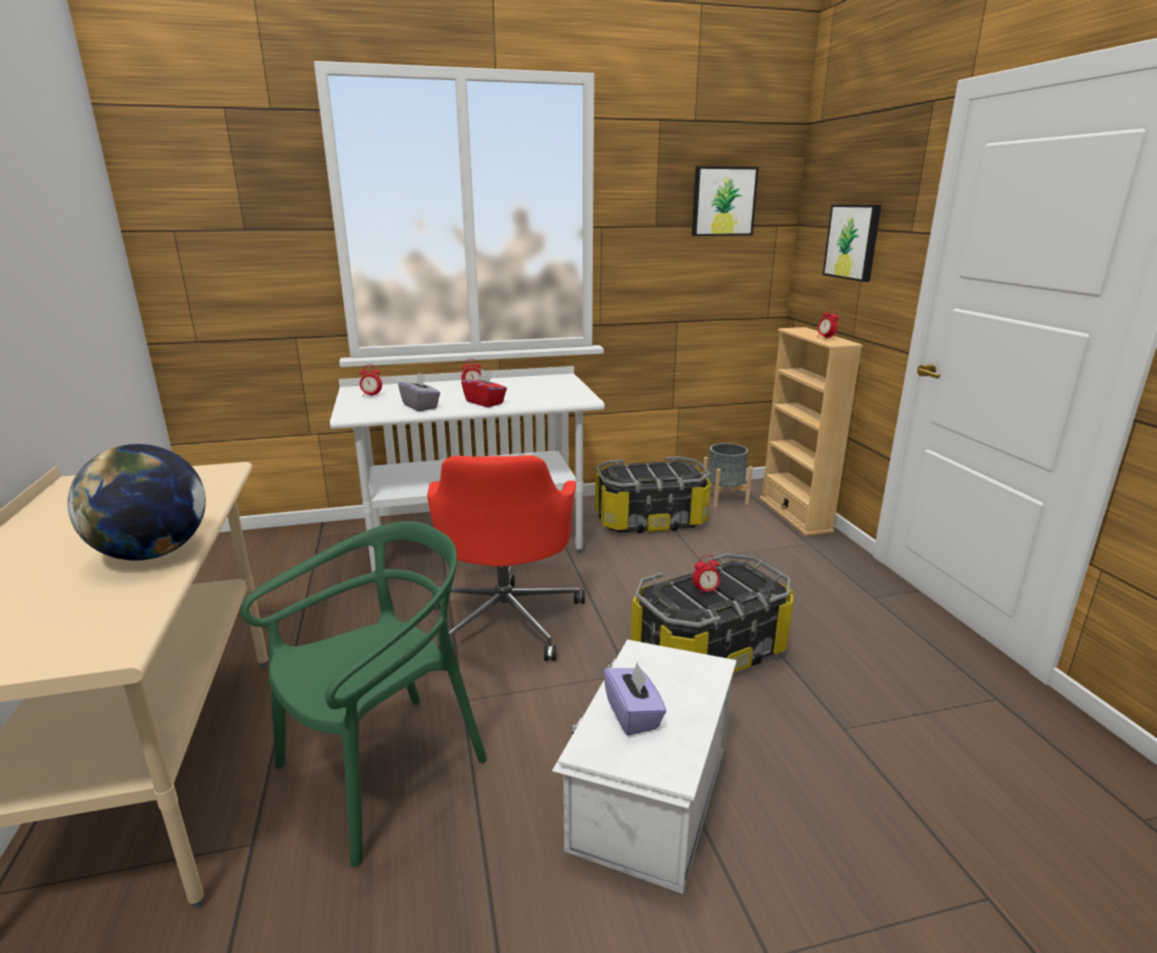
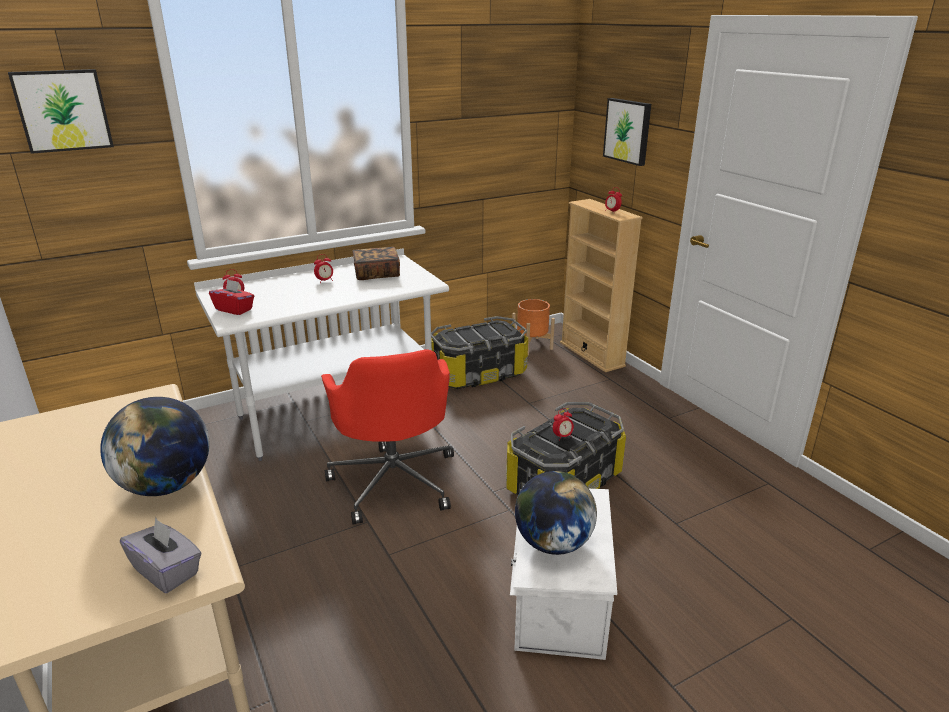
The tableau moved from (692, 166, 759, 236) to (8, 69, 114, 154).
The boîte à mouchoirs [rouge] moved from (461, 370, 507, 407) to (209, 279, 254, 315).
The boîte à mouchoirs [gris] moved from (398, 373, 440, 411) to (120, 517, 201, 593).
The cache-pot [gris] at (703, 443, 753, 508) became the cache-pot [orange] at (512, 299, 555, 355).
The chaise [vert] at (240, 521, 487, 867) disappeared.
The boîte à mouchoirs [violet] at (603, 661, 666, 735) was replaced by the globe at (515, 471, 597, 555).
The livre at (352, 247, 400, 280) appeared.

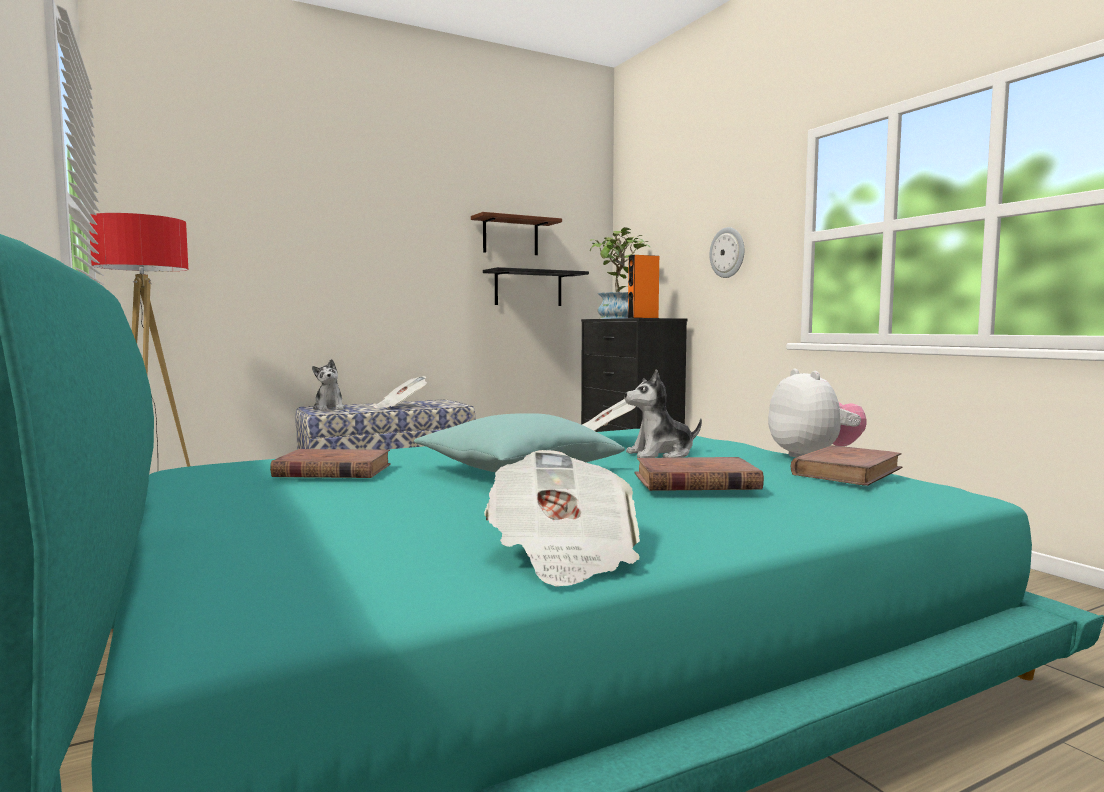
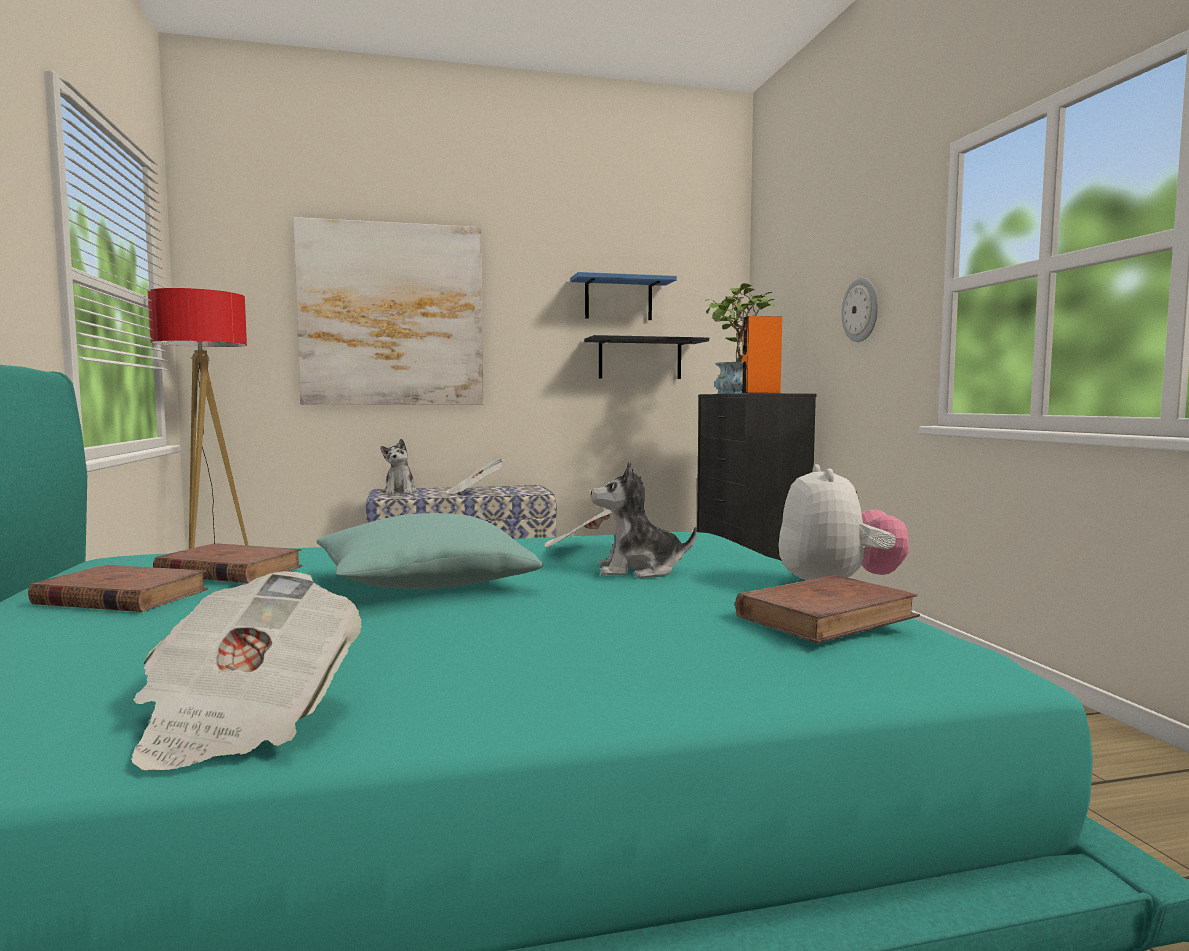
The étagère [marron] at (471, 212, 562, 255) became the étagère [bleu] at (571, 272, 677, 320).
The livre [marron] moved from (634, 457, 764, 491) to (28, 565, 208, 612).
The tableau at (293, 217, 484, 405) appeared.

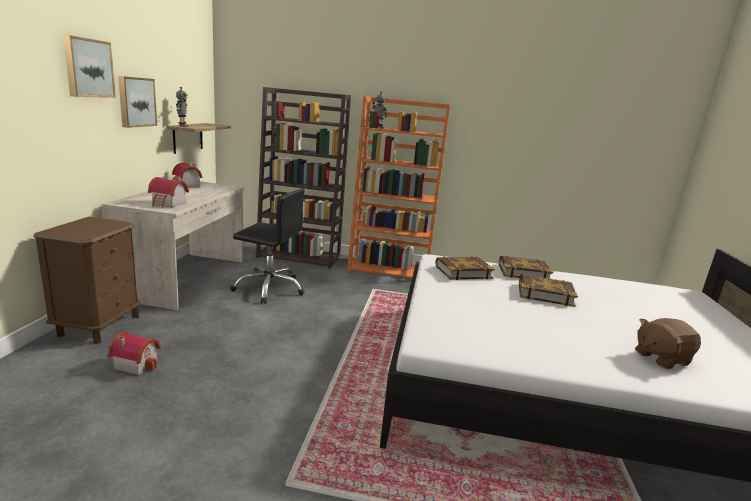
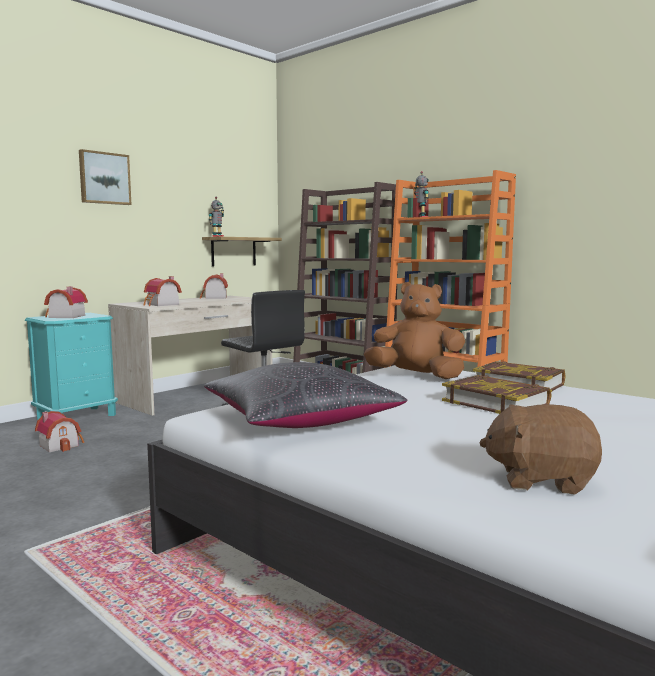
The tableau at (118, 76, 157, 128) disappeared.
The table de chevet [marron] at (33, 216, 141, 344) became the table de chevet [turquoise] at (25, 313, 118, 420).
The livre at (435, 256, 495, 280) was replaced by the peluche [marron] at (364, 282, 465, 379).
The maison miniature at (44, 286, 88, 318) appeared.
The coussin [noir] at (204, 362, 407, 428) appeared.

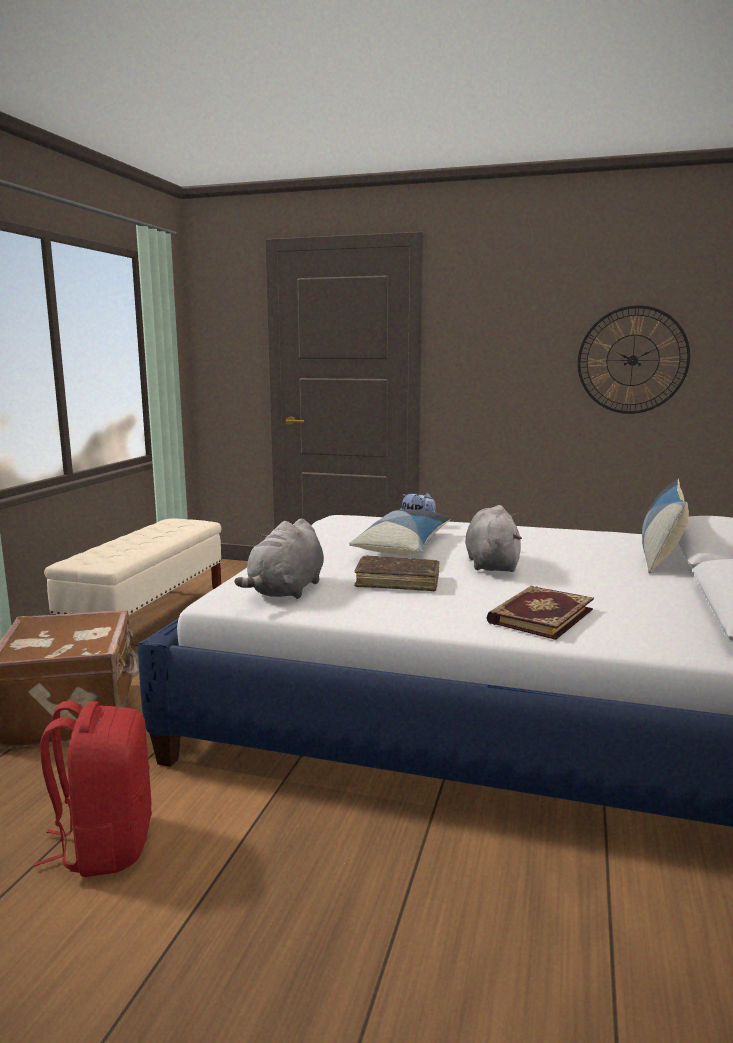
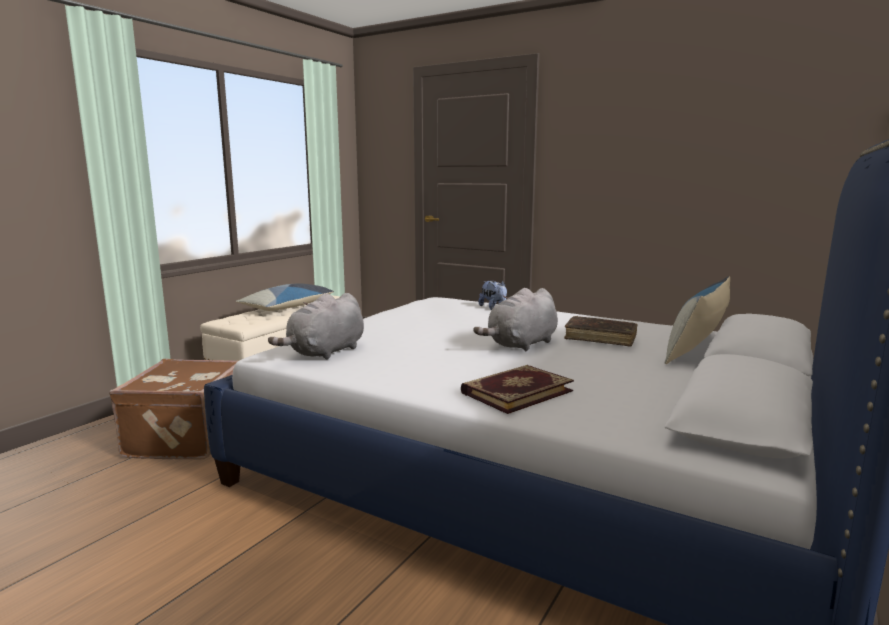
The horloge murale at (578, 305, 690, 414) disappeared.
The peluche [gris] at (465, 505, 522, 572) turned 150 degrees counterclockwise.
The coussin moved from (349, 509, 451, 556) to (236, 283, 334, 311).
The livre [marron] moved from (354, 555, 440, 591) to (564, 316, 638, 347).
The sac à dos [rouge] at (34, 700, 152, 877) disappeared.

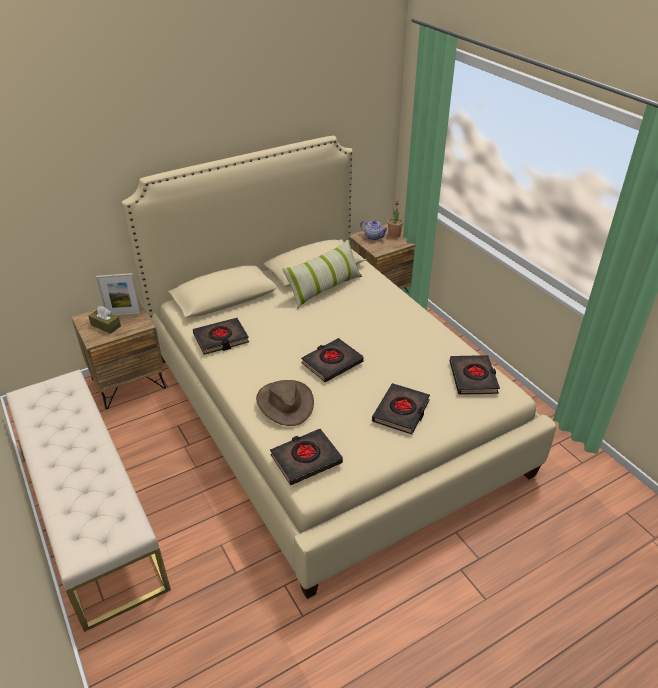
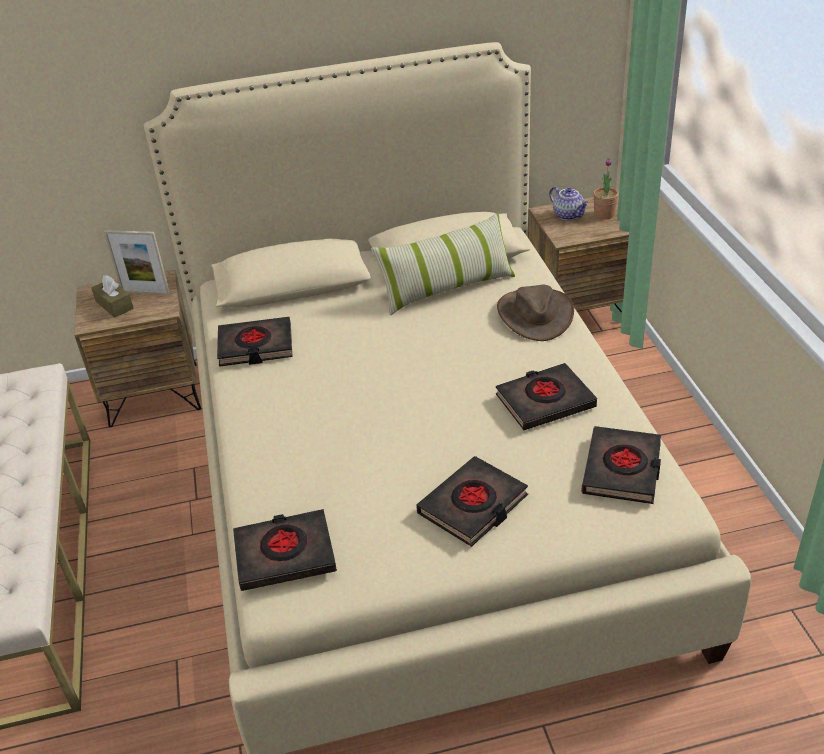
The livre [noir] moved from (301, 338, 364, 382) to (496, 363, 597, 430).
The chapeau [marron] moved from (256, 380, 314, 426) to (497, 285, 574, 341).

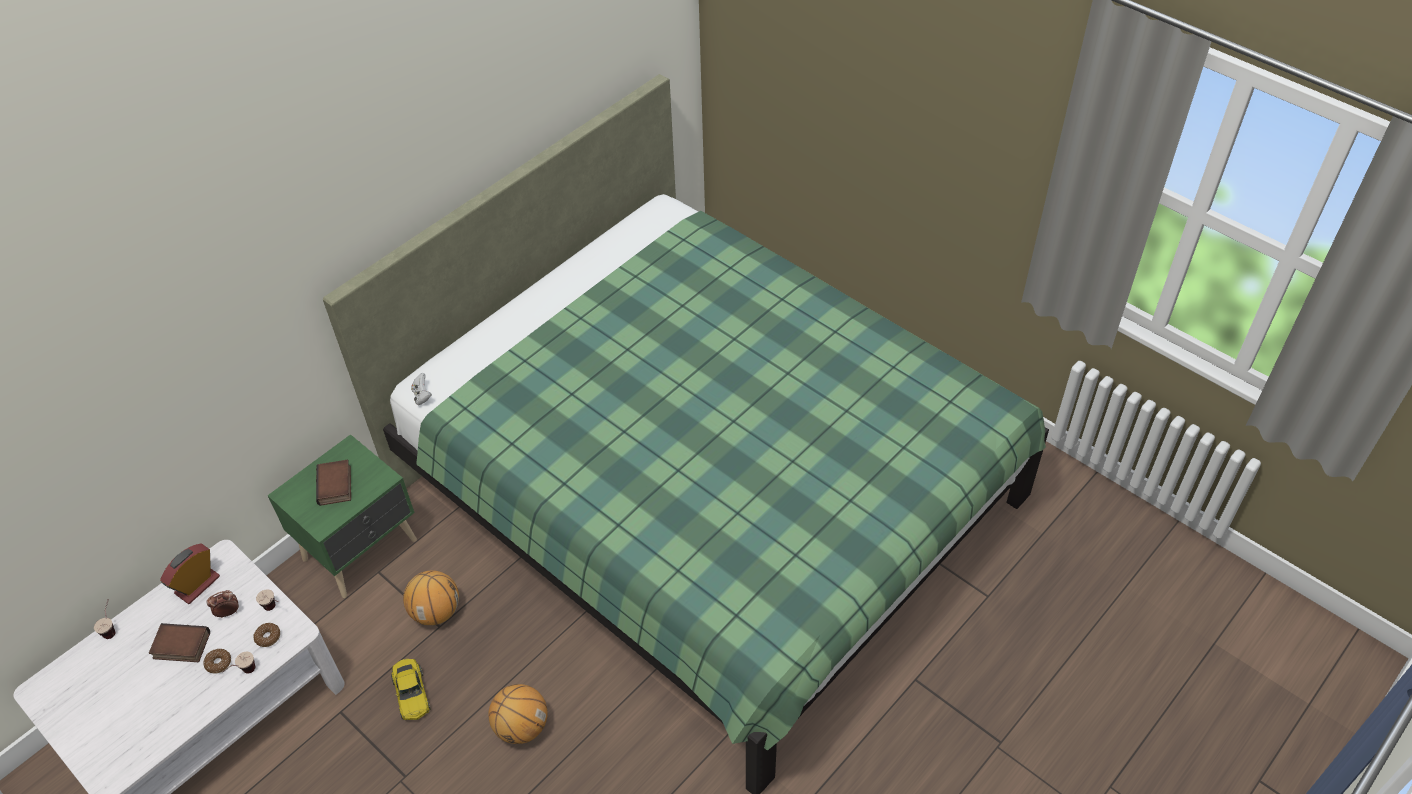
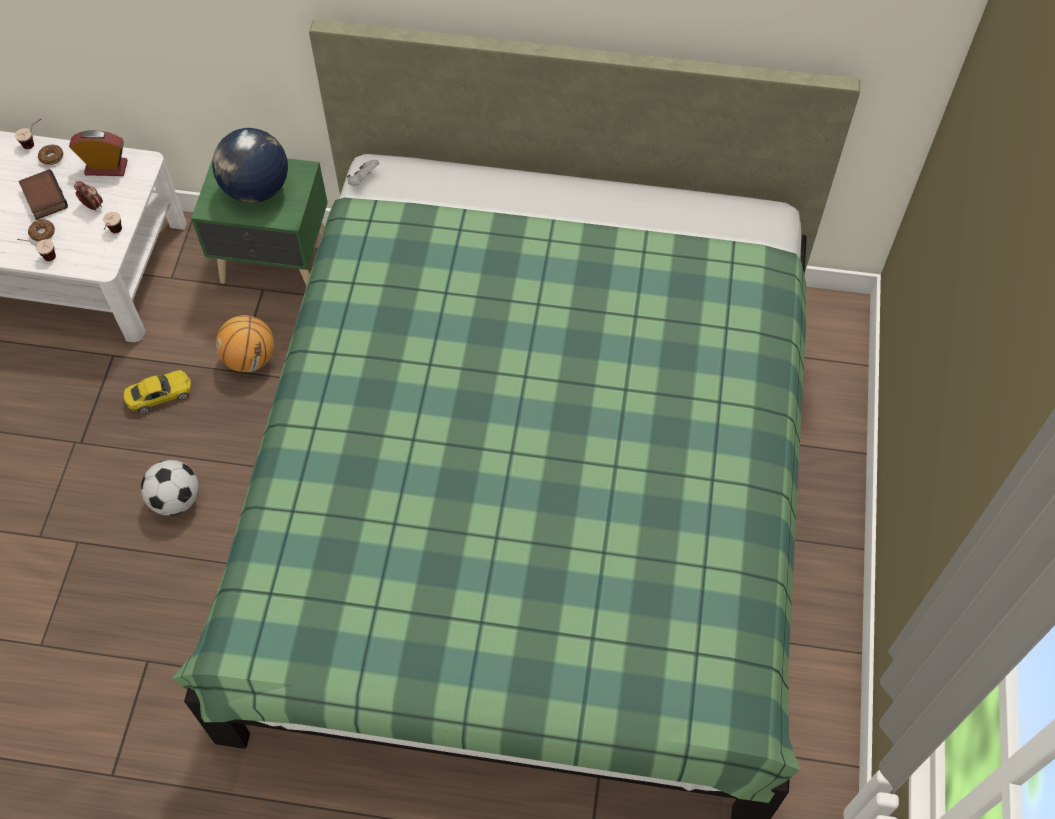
The livre at (316, 460, 351, 506) was replaced by the globe at (212, 128, 288, 203).
The beignet moved from (253, 623, 280, 647) to (38, 144, 63, 165).
The petite voiture [jaune] at (391, 659, 431, 720) turned 150 degrees counterclockwise.
The ballon de basket at (488, 684, 548, 744) was replaced by the ballon de foot at (141, 460, 199, 516).

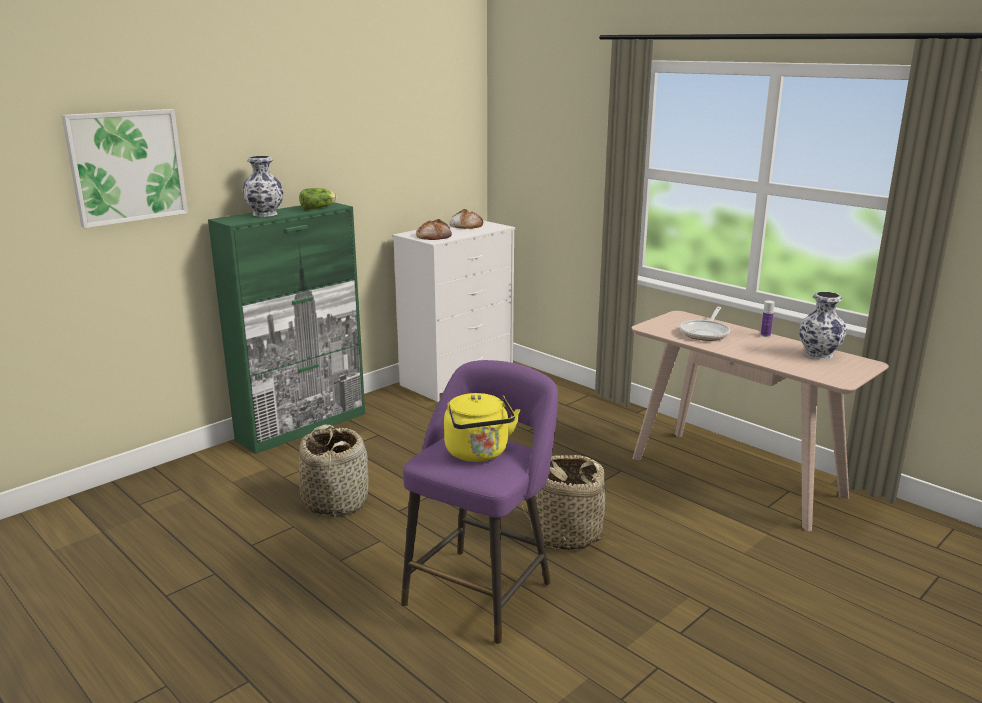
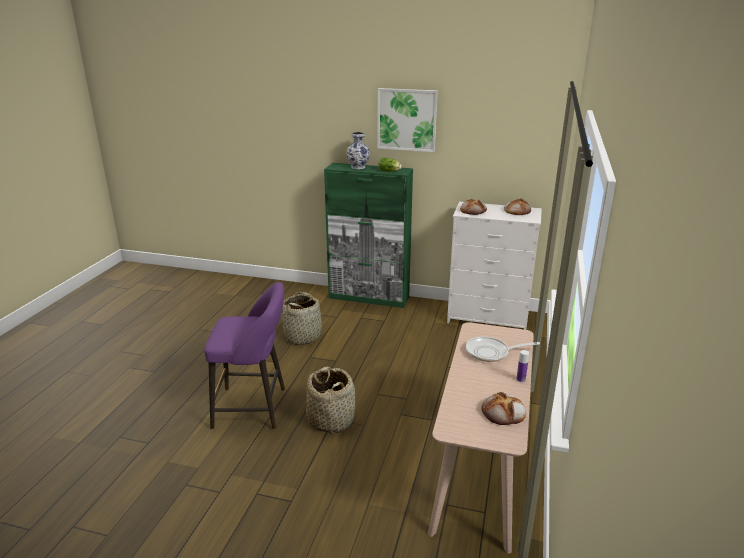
The tableau moved from (62, 109, 188, 228) to (377, 88, 438, 152).
The vase at (799, 292, 847, 360) was replaced by the pain at (481, 392, 526, 425).
The bouilloire [jaune] at (444, 393, 520, 462) disappeared.

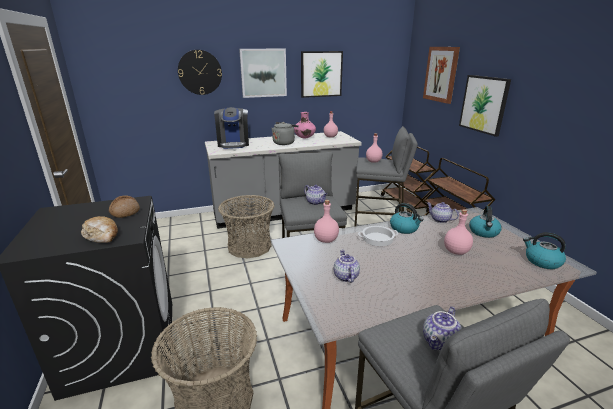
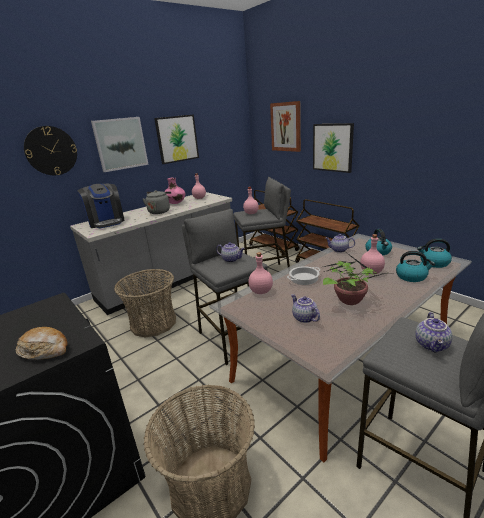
The pain at (109, 195, 140, 218) disappeared.
The bouilloire moved from (390, 203, 424, 234) to (396, 251, 435, 282).
The plante en pot at (323, 250, 389, 305) appeared.

